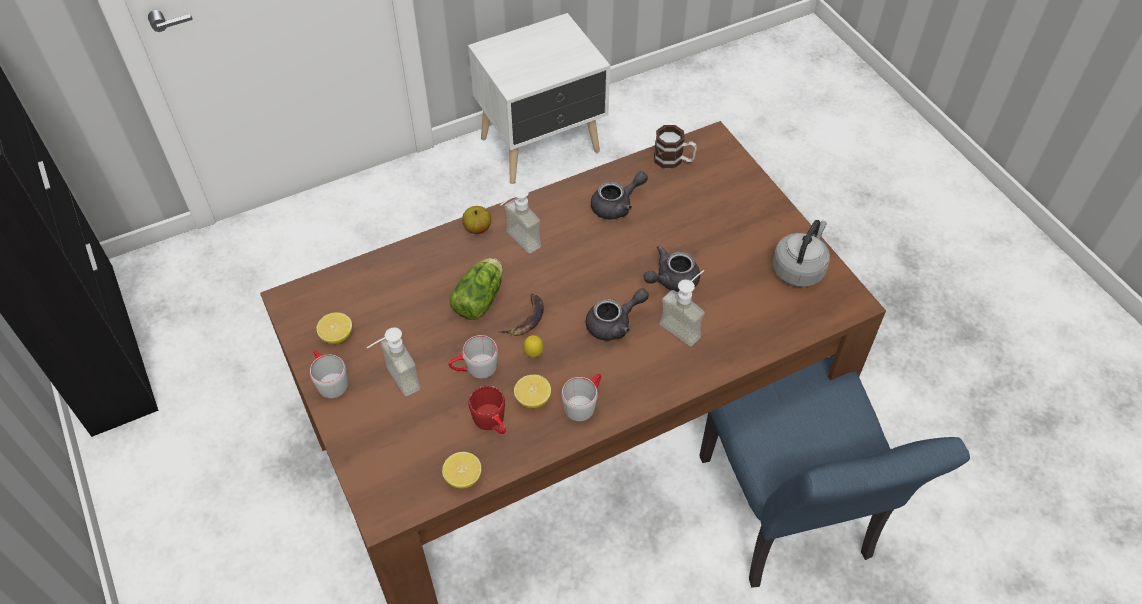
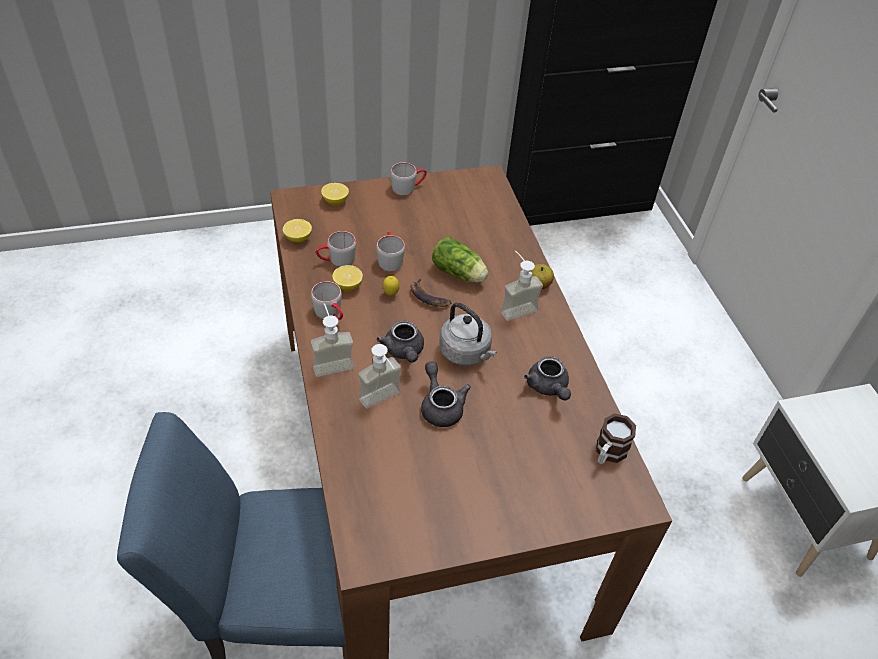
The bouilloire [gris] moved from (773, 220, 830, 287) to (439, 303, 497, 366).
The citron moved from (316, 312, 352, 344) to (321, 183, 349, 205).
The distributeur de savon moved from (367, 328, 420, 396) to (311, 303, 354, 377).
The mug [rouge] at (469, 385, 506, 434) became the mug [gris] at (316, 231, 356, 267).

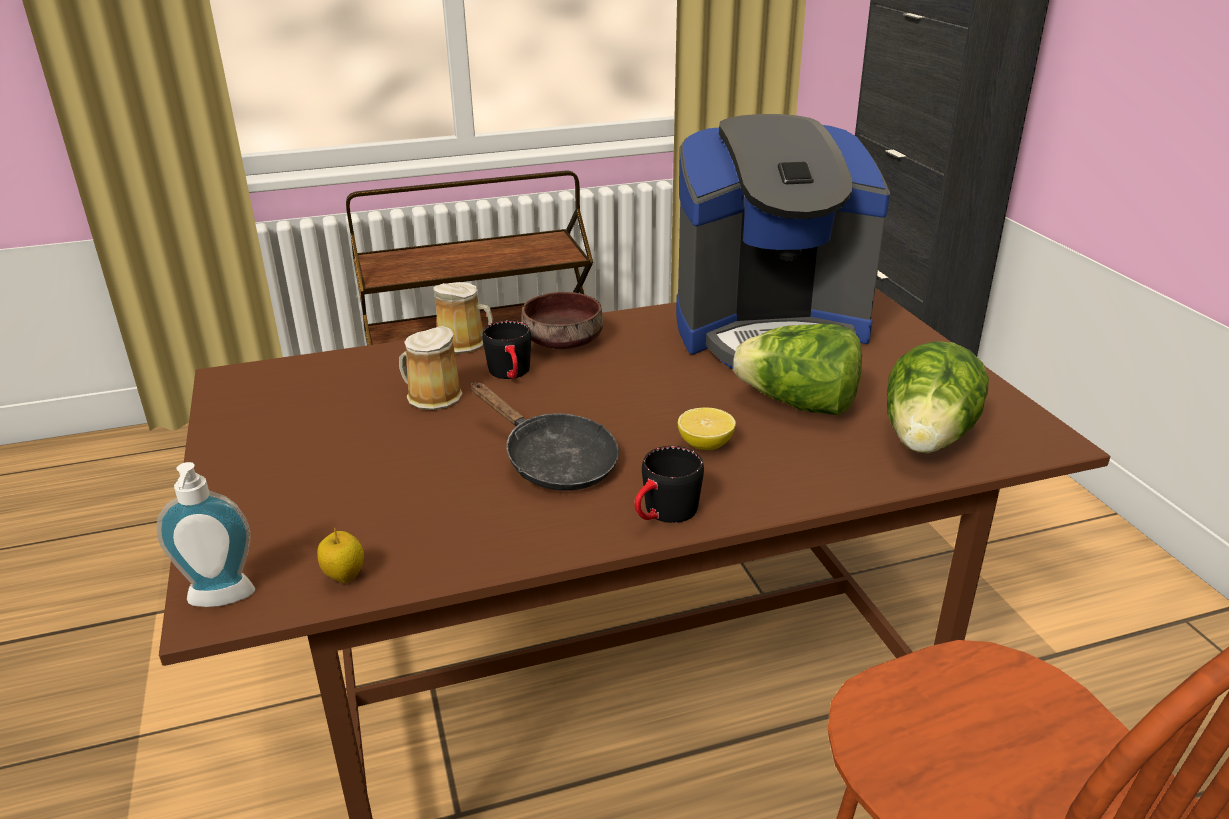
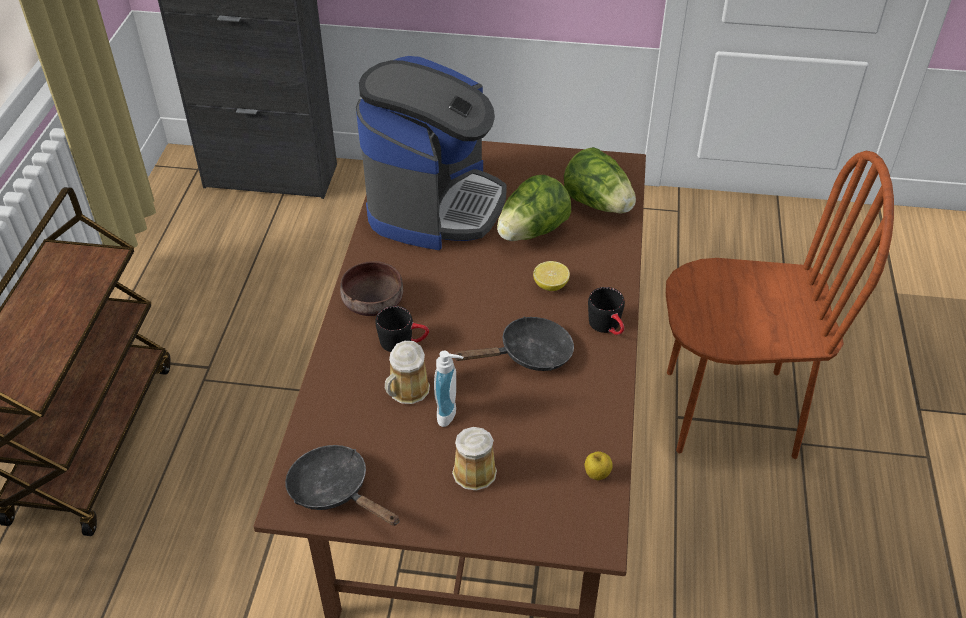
The mug moved from (434, 282, 493, 354) to (452, 427, 497, 491).
The distributeur de savon moved from (156, 462, 255, 607) to (434, 351, 463, 427).
The poêle [noir] at (285, 445, 400, 526) appeared.

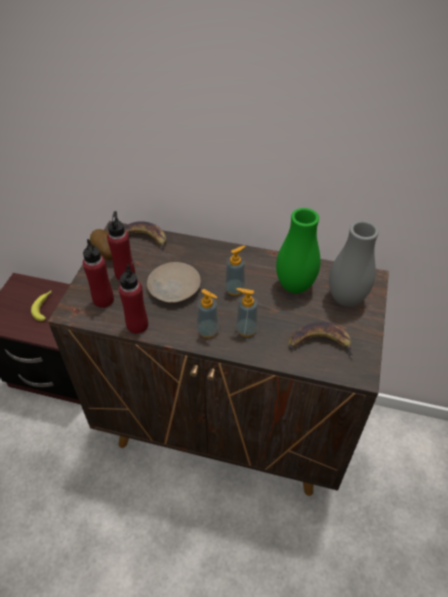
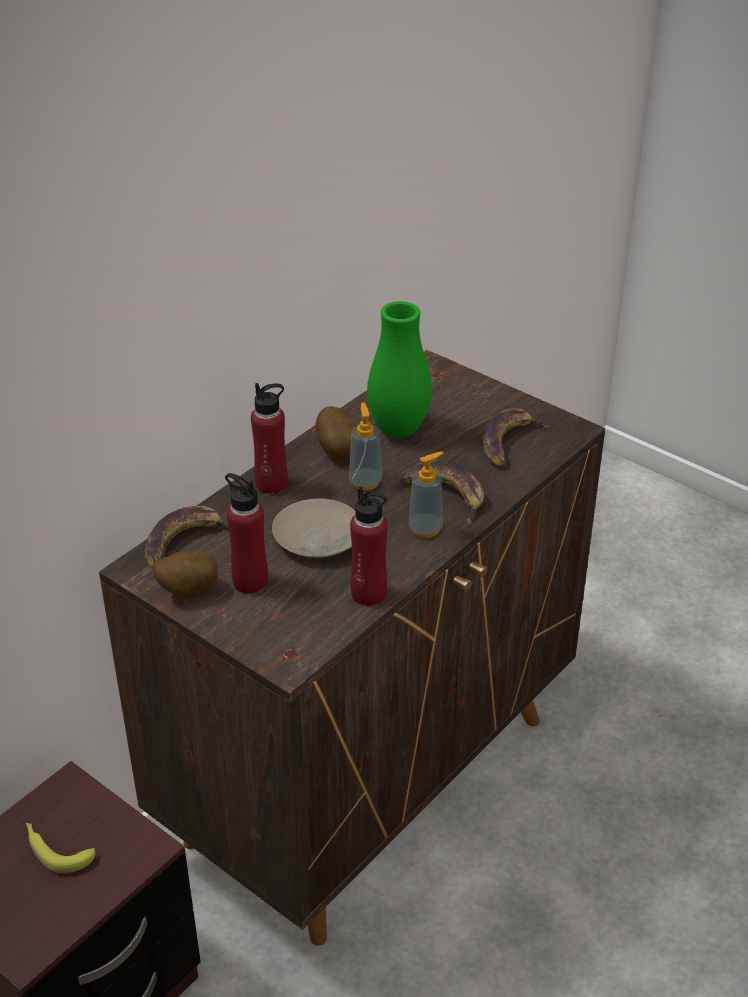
The vase [gris] at (329, 220, 379, 307) disappeared.
The bouteille [rouge] moved from (83, 239, 114, 308) to (251, 383, 288, 494).
The distributeur de savon at (236, 288, 258, 337) was replaced by the banane at (400, 462, 484, 525).
The pomme de terre at (315, 406, 357, 458) appeared.

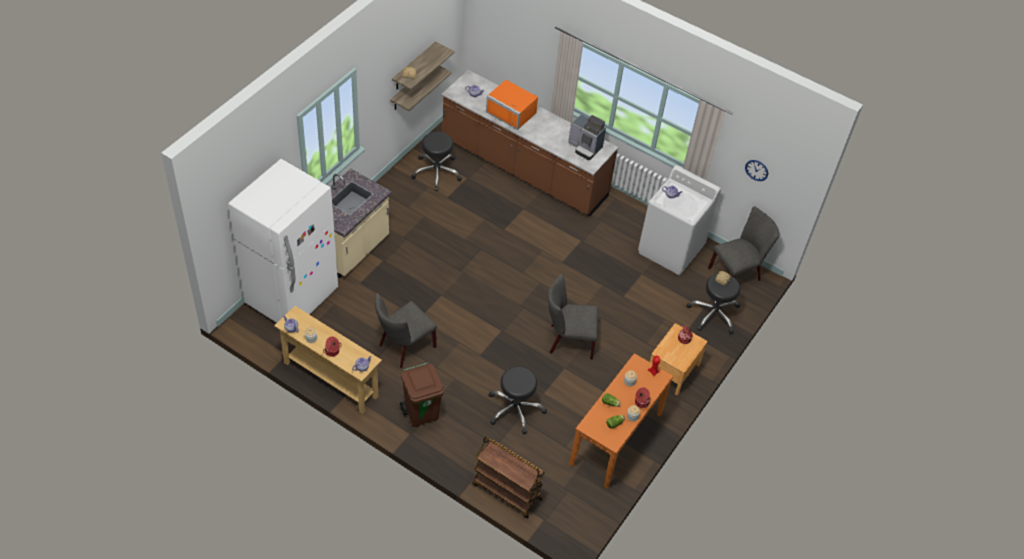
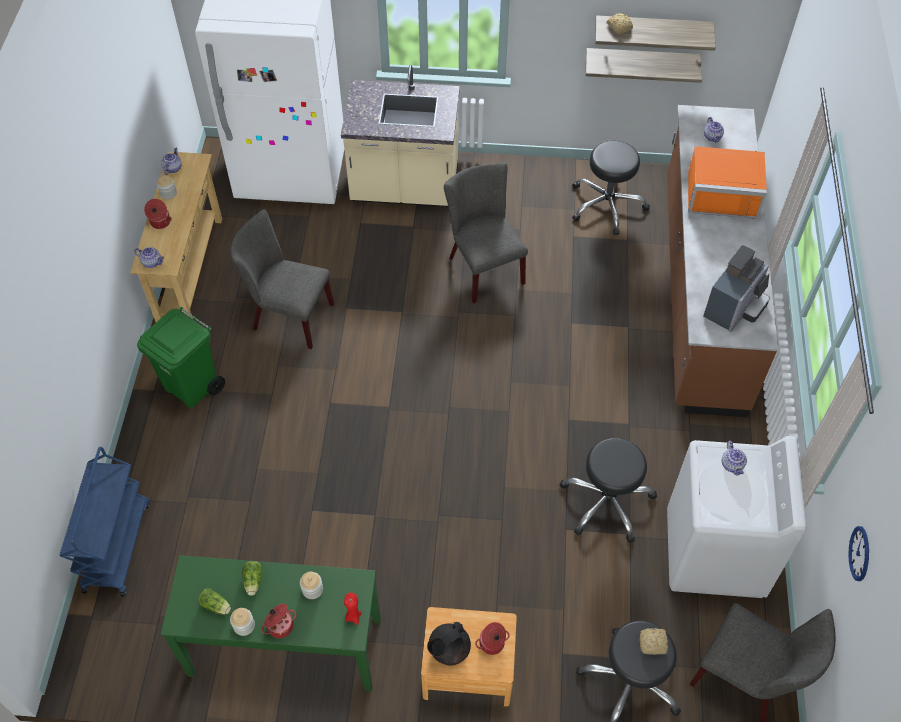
The micro-ondes [orange] at (486, 80, 538, 130) turned 90 degrees counterclockwise.
The machine à café at (568, 115, 606, 160) turned 150 degrees counterclockwise.
The chaise [gris] moved from (548, 274, 598, 359) to (444, 163, 528, 304).
The table console [orange] at (569, 353, 674, 488) became the table console [vert] at (160, 555, 381, 692).
The poubelle [marron] at (400, 362, 444, 427) became the poubelle [vert] at (137, 307, 225, 408).
The tabouret [noir] moved from (488, 367, 547, 434) to (560, 438, 657, 543).
The chariot [marron] at (472, 437, 545, 519) became the chariot [bleu] at (59, 447, 149, 596).
The théière [noir] at (427, 622, 471, 666) appeared.

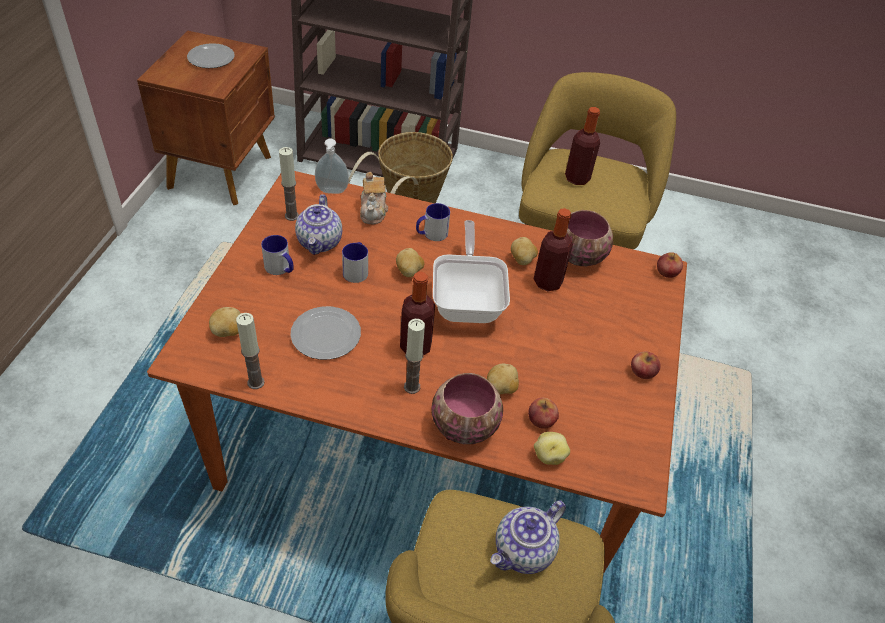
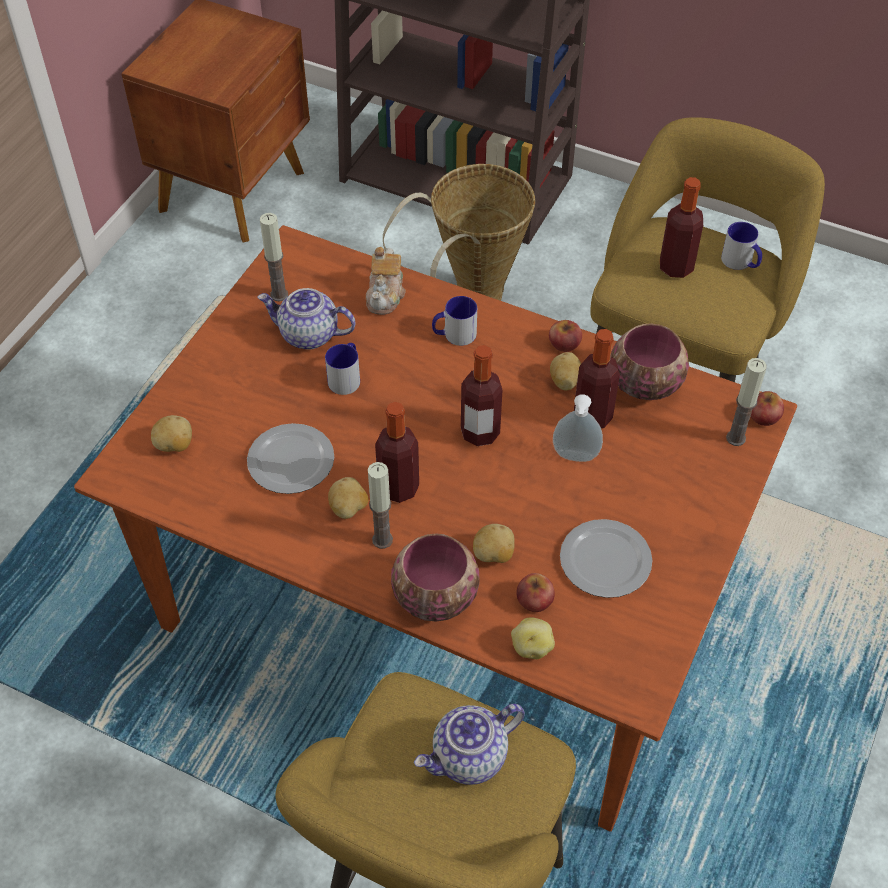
The assiette moved from (187, 43, 235, 68) to (560, 519, 652, 598).
The distributeur de savon moved from (315, 138, 349, 194) to (553, 394, 603, 462).
The théière at (295, 194, 342, 255) turned 90 degrees clockwise.
The poêle at (433, 220, 510, 323) was replaced by the bouteille at (461, 345, 502, 446).
The mug moved from (261, 235, 294, 275) to (721, 222, 762, 270).
The pomme de terre moved from (396, 248, 424, 277) to (328, 477, 369, 519).
The bougie moved from (236, 313, 265, 389) to (726, 358, 767, 446).
The pomme moved from (631, 352, 661, 379) to (549, 320, 582, 352).

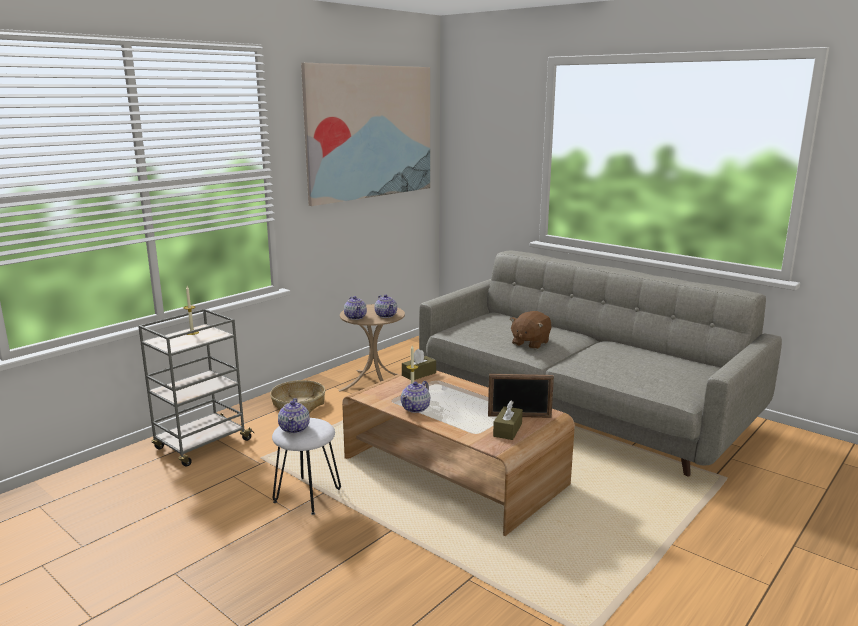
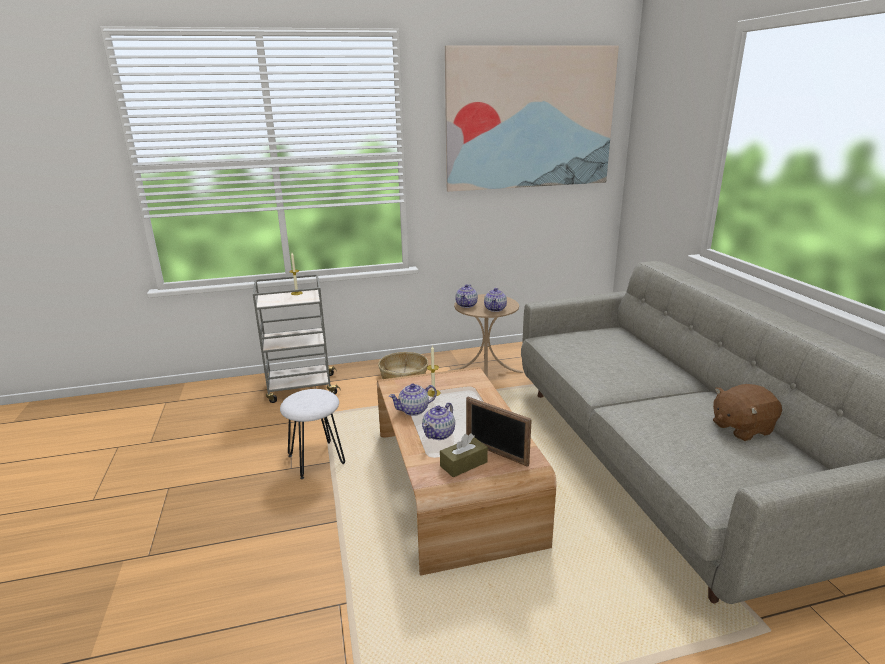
The peluche [marron] moved from (510, 311, 551, 349) to (713, 384, 782, 441).
The boîte à mouchoirs [marron] at (402, 349, 436, 380) disappeared.
The théière moved from (278, 398, 310, 434) to (422, 402, 455, 440).

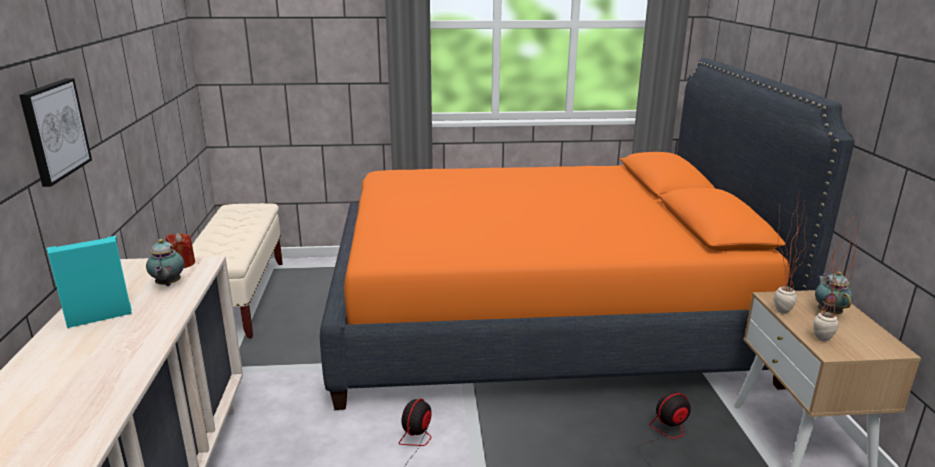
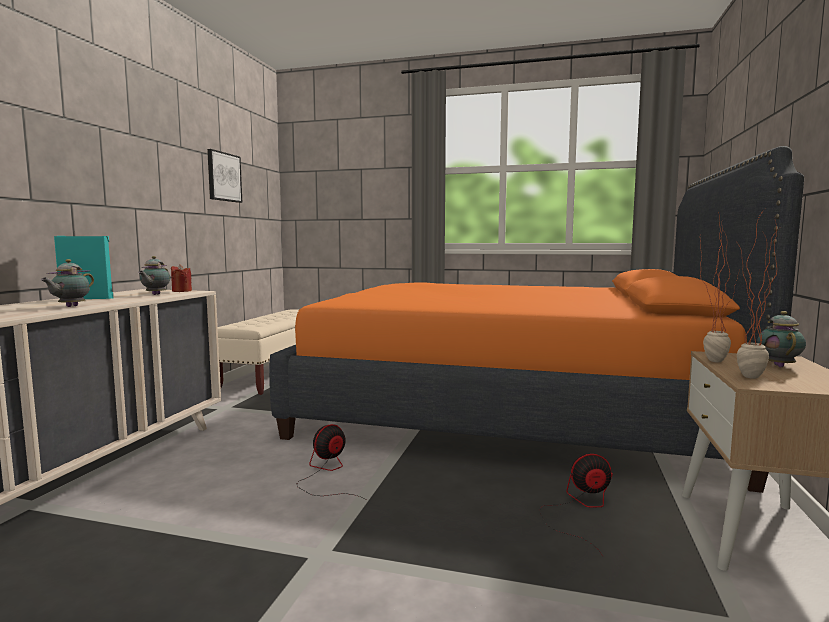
The tableau moved from (19, 78, 92, 187) to (207, 149, 242, 203).
The théière at (41, 259, 94, 307) appeared.

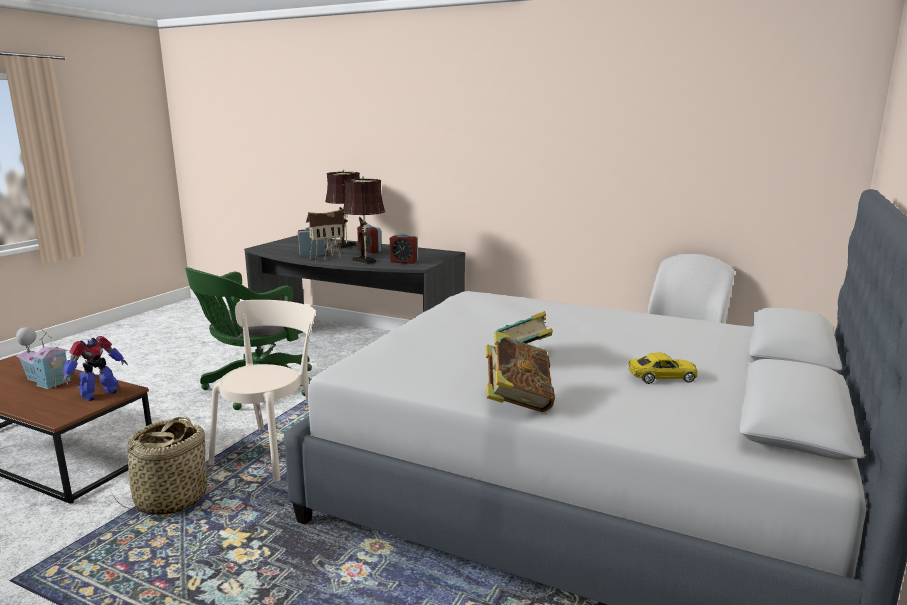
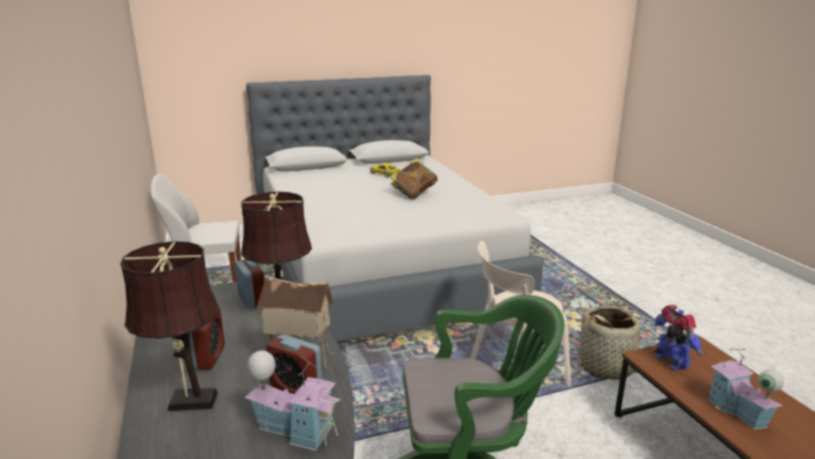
The livre at (486, 331, 555, 412) disappeared.
The robot jouet at (63, 336, 128, 401) turned 75 degrees clockwise.
The maison miniature at (245, 351, 340, 451) appeared.

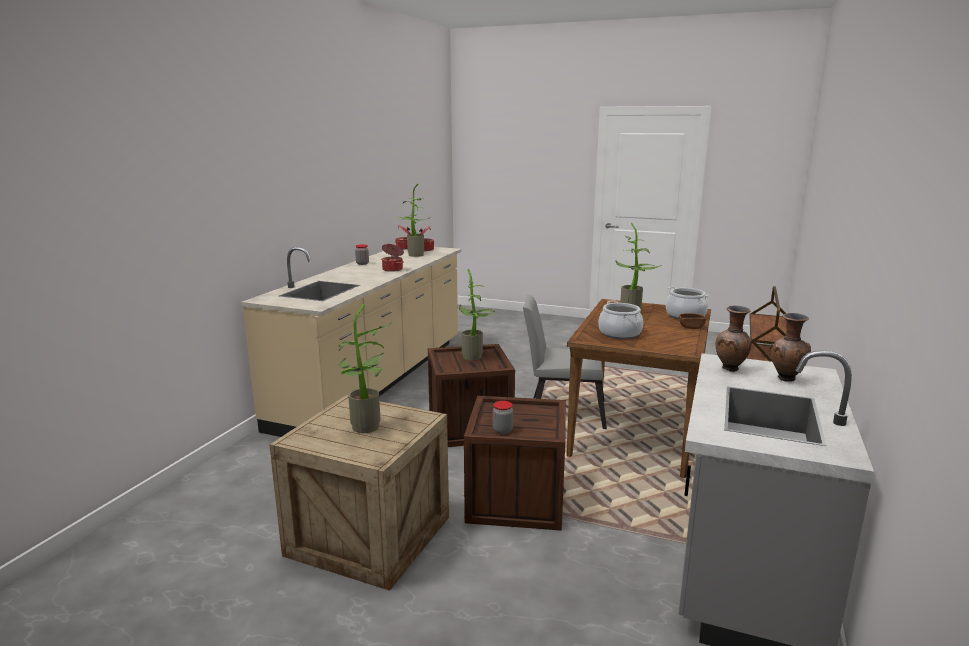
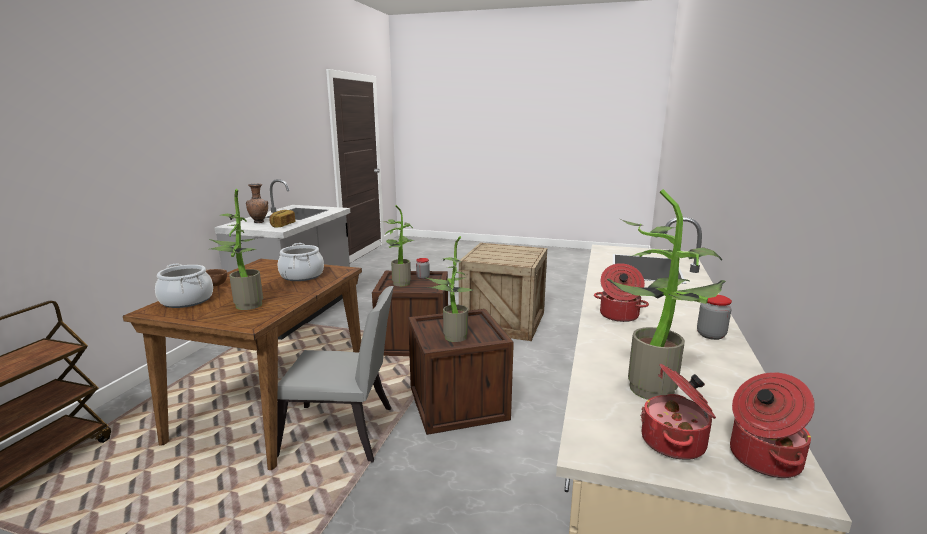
The plante en pot moved from (339, 304, 392, 433) to (379, 205, 414, 286).
The vase [marron] at (716, 306, 752, 372) was replaced by the pain at (269, 210, 295, 228).

